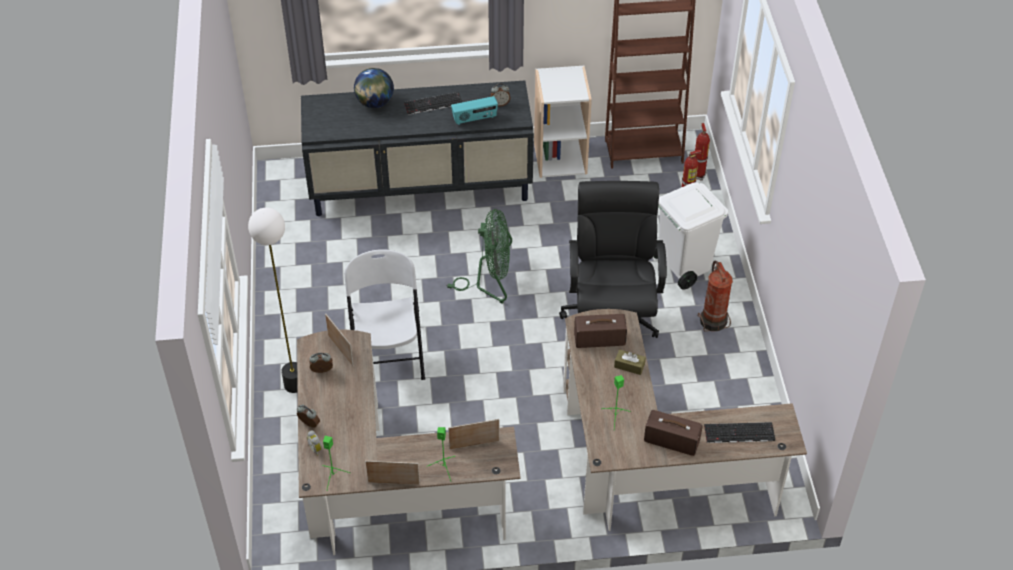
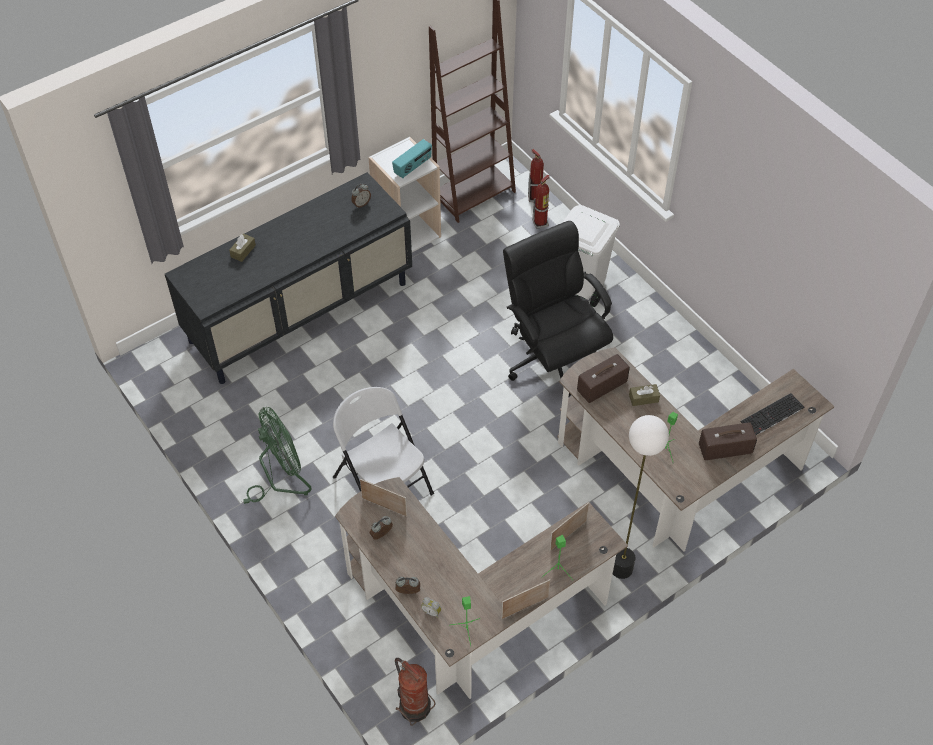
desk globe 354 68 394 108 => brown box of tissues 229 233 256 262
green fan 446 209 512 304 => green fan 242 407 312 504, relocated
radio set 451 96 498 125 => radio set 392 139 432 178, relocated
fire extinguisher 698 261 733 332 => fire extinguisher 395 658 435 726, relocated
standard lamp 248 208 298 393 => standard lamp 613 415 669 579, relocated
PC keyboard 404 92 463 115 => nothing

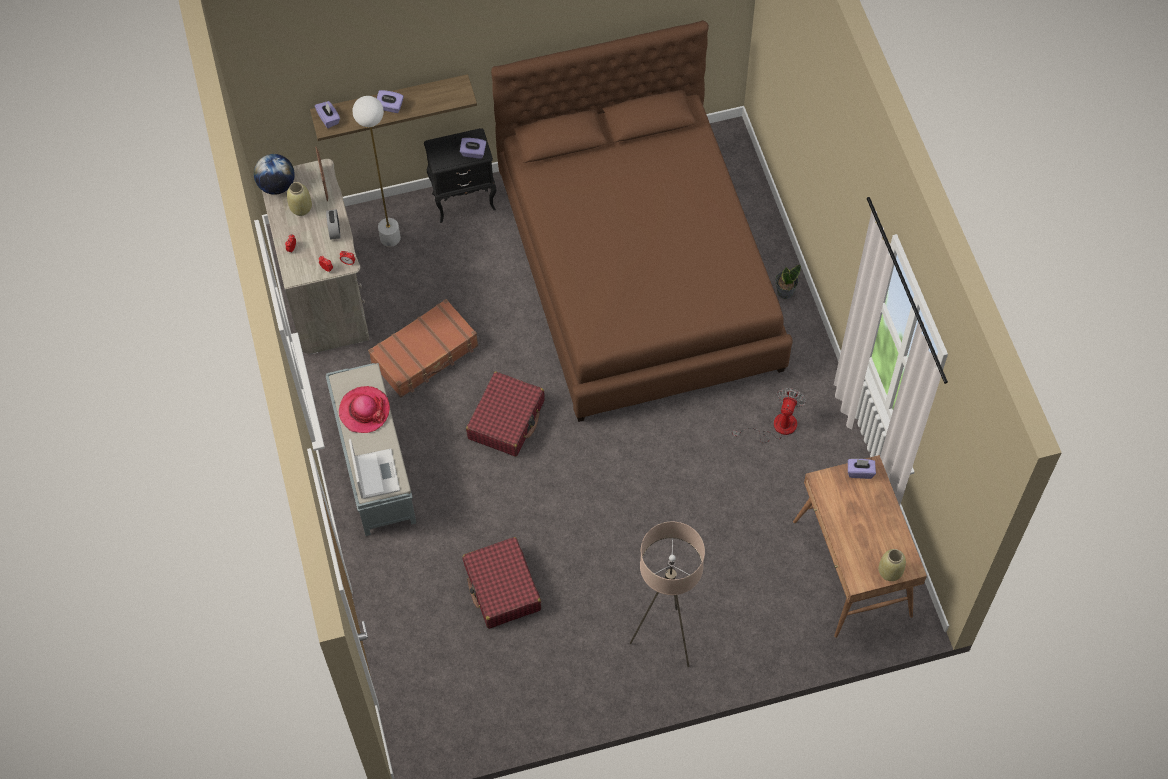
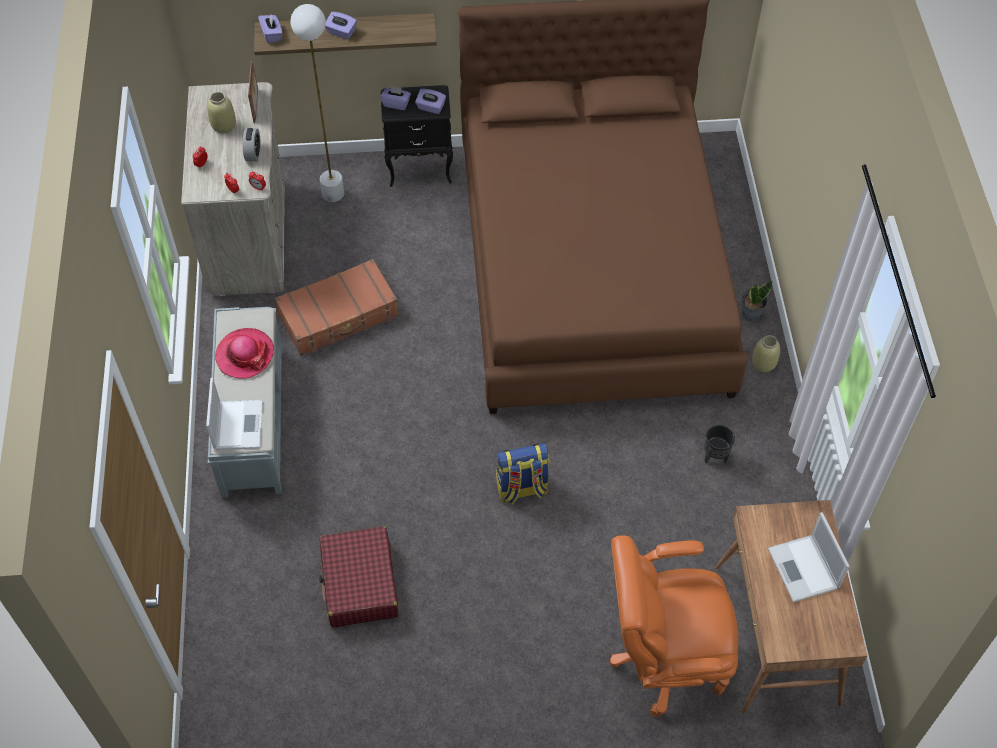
purple box of tissues 848 459 876 479 => purple box of tissues 380 86 411 110, relocated
nothing => knapsack 496 443 549 505
nothing => orangey computer chair 610 536 738 717
fan 732 388 806 443 => black plant pot 704 425 735 463
beige-coloured vase 879 549 906 581 => beige-coloured vase 752 335 780 372, relocated
nothing => portable computer 768 512 850 602
desk globe 254 154 295 195 => nothing
red suitcase 466 372 545 457 => nothing
beige-coloured standard lamp 630 522 705 667 => nothing

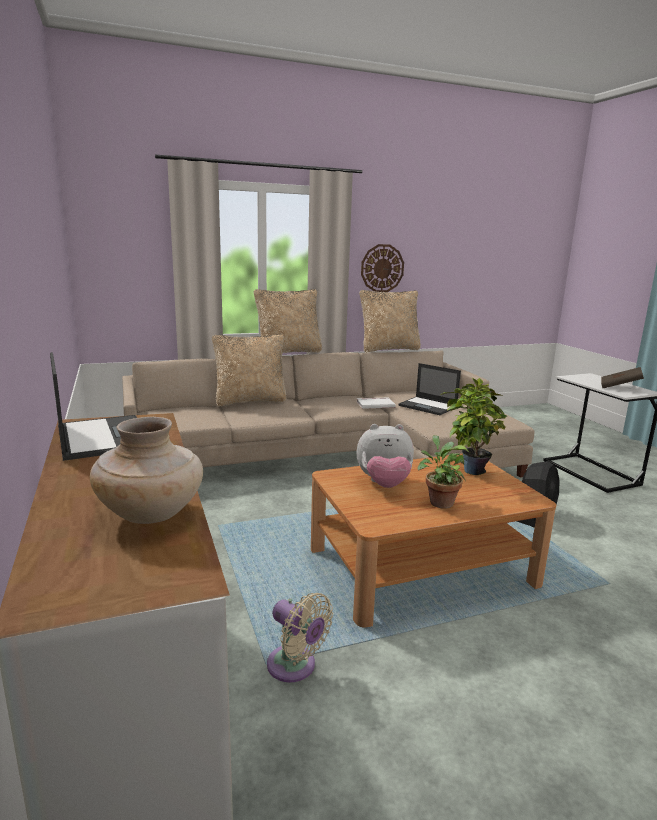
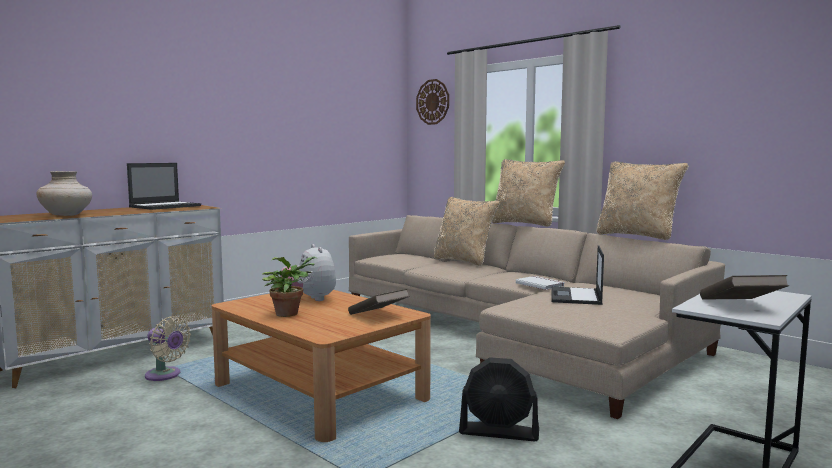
beige-coloured fan 267 593 333 682 => beige-coloured fan 145 316 191 381, 75 degrees counterclockwise
potted plant 441 378 508 475 => brown book 348 289 410 315
hanging clock 361 244 404 292 => hanging clock 416 79 449 125, relocated

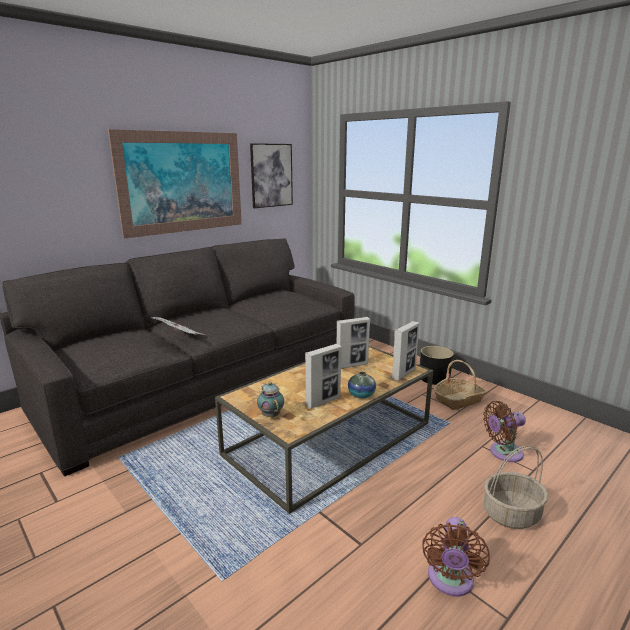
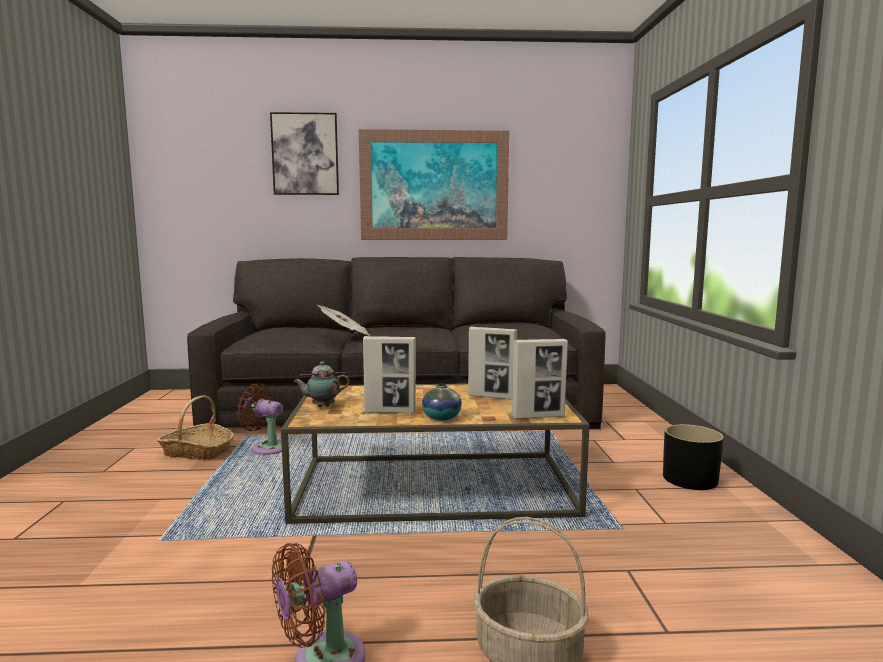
storage basket 433 360 487 410 => storage basket 157 395 234 461, relocated
brown fan 483 401 526 462 => brown fan 236 383 283 455, relocated
picture 250 143 293 208 => picture 270 112 339 195, relocated
pot for tea 257 382 284 418 => pot for tea 293 361 350 407, 120 degrees counterclockwise

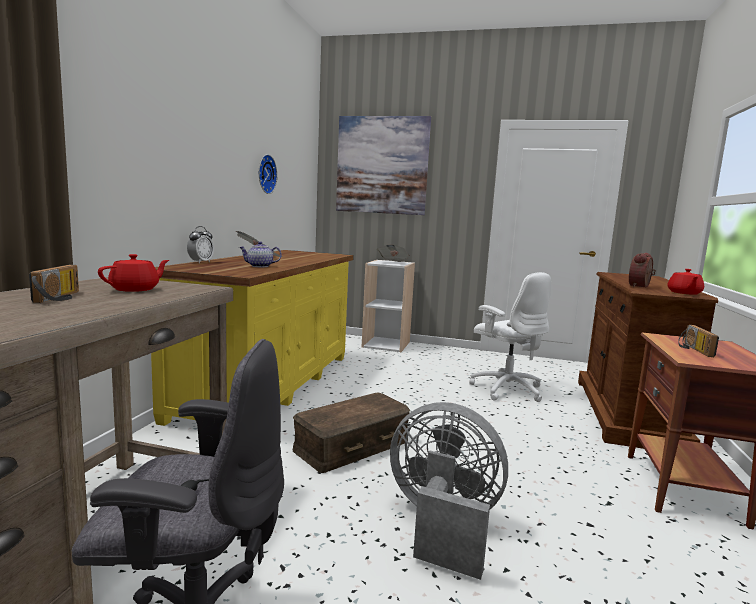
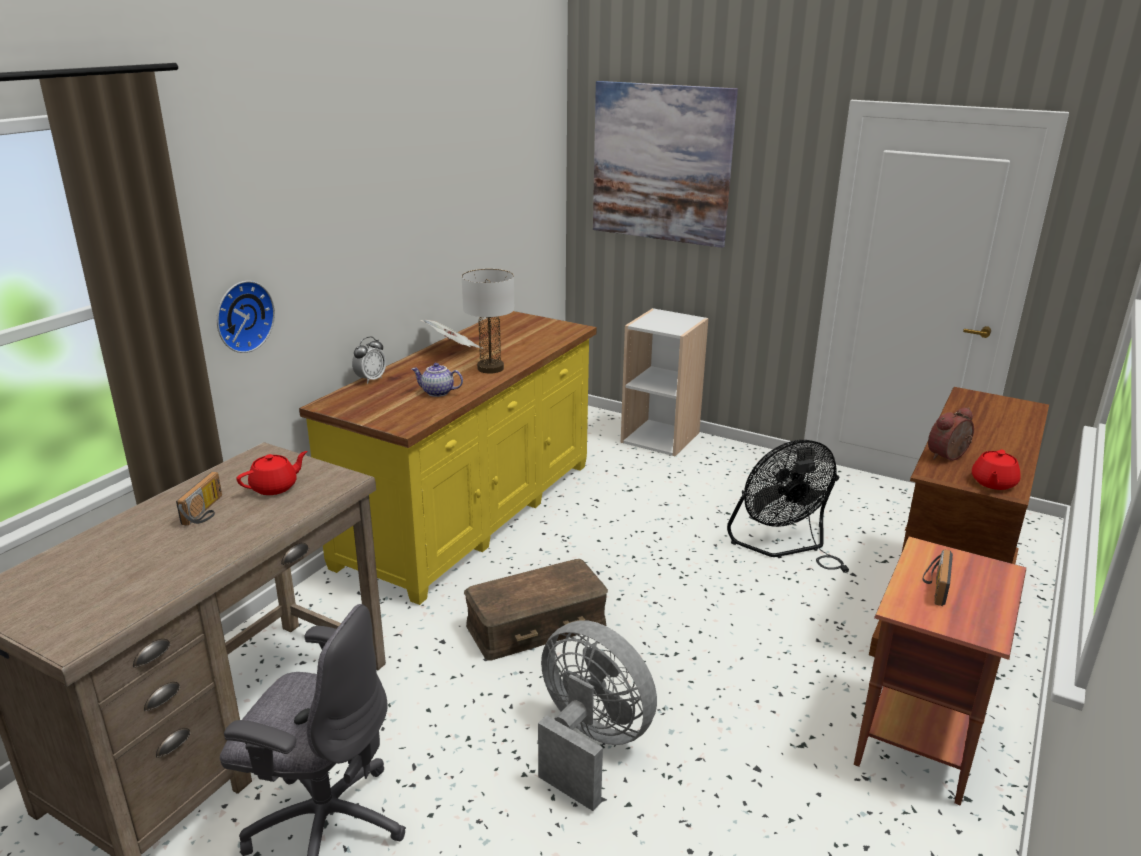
hanging clock 259 154 277 194 => hanging clock 217 281 275 353, relocated
nothing => lamp for a table 462 269 515 374
whitish computer chair 469 272 551 402 => black fan 727 440 849 572
daily paper 377 245 410 262 => nothing

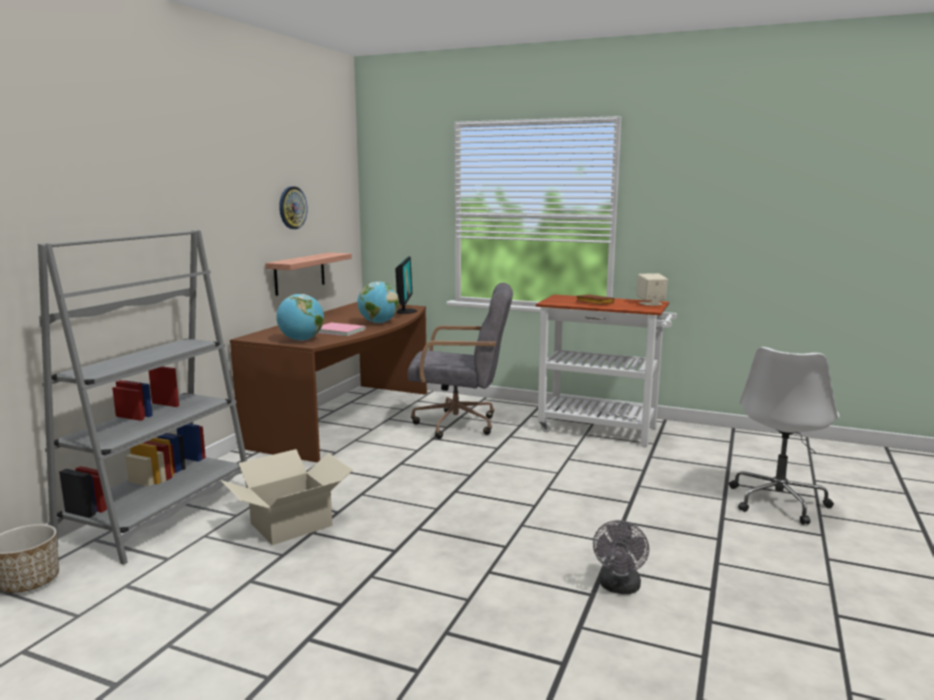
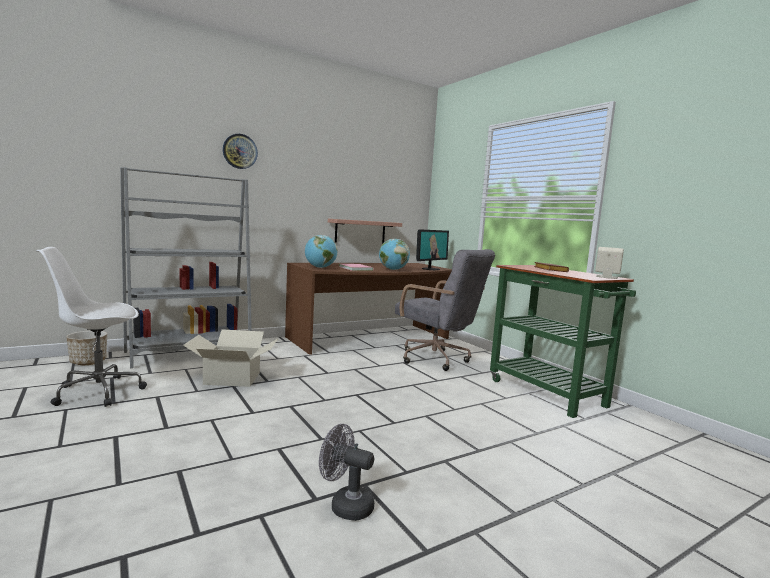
whitish computer chair 729 347 839 524 => whitish computer chair 36 247 147 407, relocated
hanging clock 279 186 308 229 => hanging clock 223 134 258 169, relocated
grey fan 593 520 649 594 => grey fan 319 424 374 521, 60 degrees clockwise
whitish trolley 536 295 677 447 => green trolley 490 265 636 418

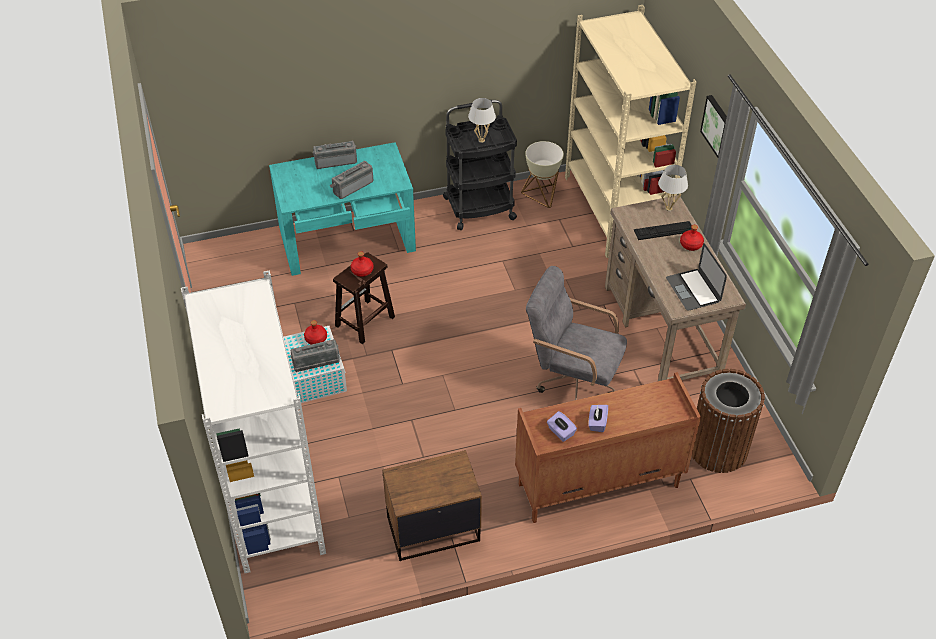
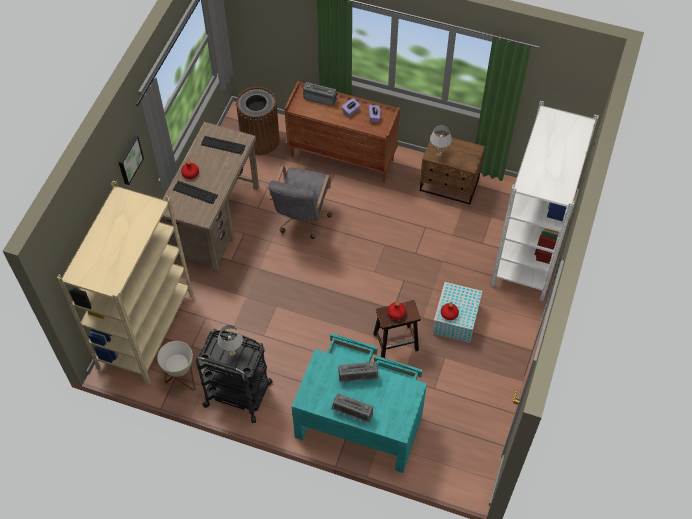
portable computer 666 243 727 311 => PC keyboard 201 136 246 155
grey computer chair 526 266 627 400 => grey computer chair 268 165 333 239, 45 degrees clockwise
radio set 290 339 341 372 => radio set 303 82 338 106, relocated
whitish lamp for a table 658 165 688 211 => whitish lamp for a table 430 125 452 156, relocated

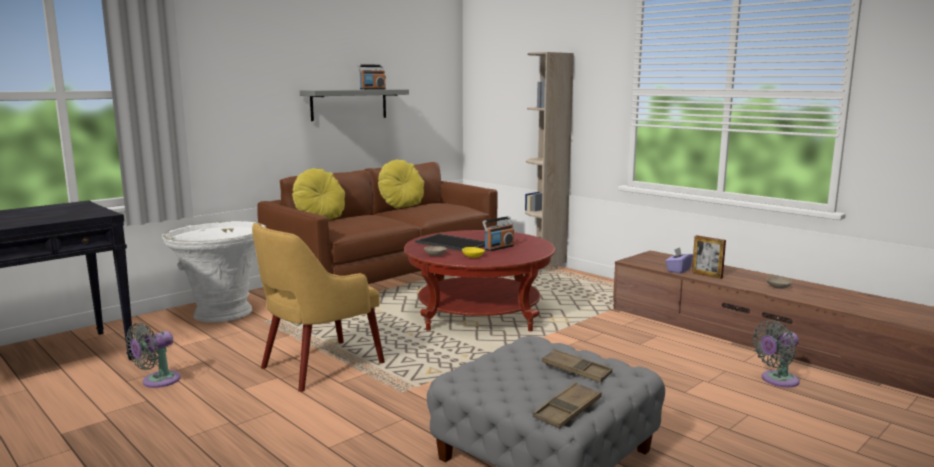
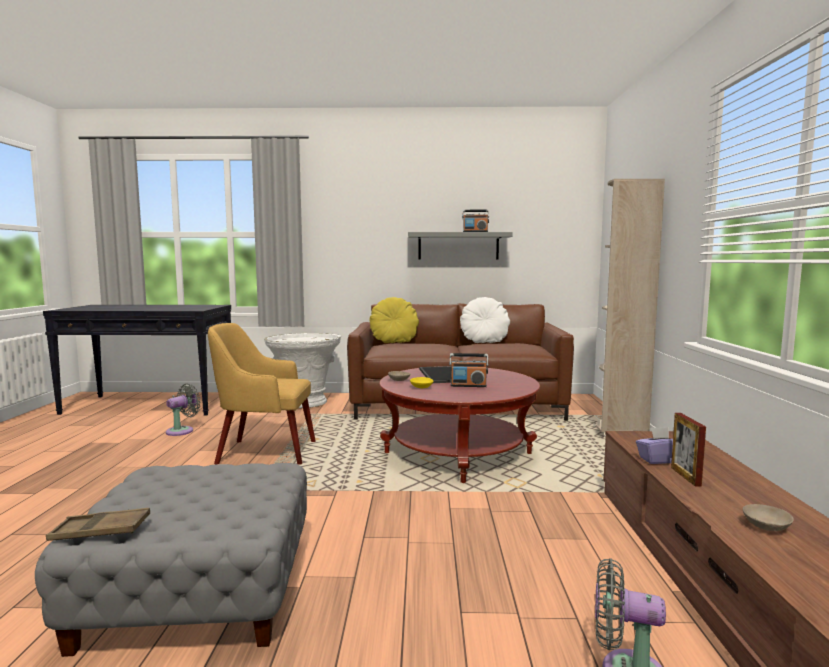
grey fan 126 323 181 388 => grey fan 166 383 200 436, 135 degrees clockwise
yellow throw pillow 378 160 424 209 => whitish throw pillow 460 297 510 343
brown tray 542 349 612 382 => nothing

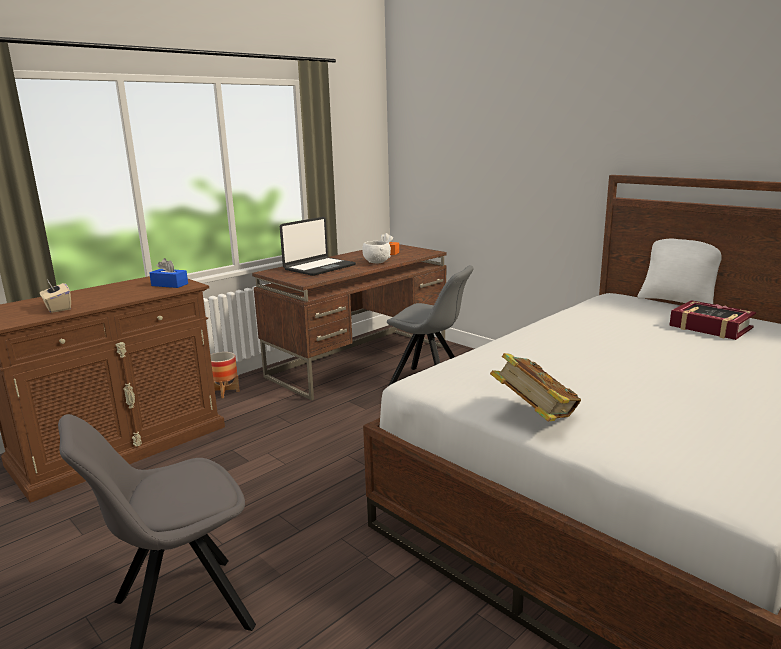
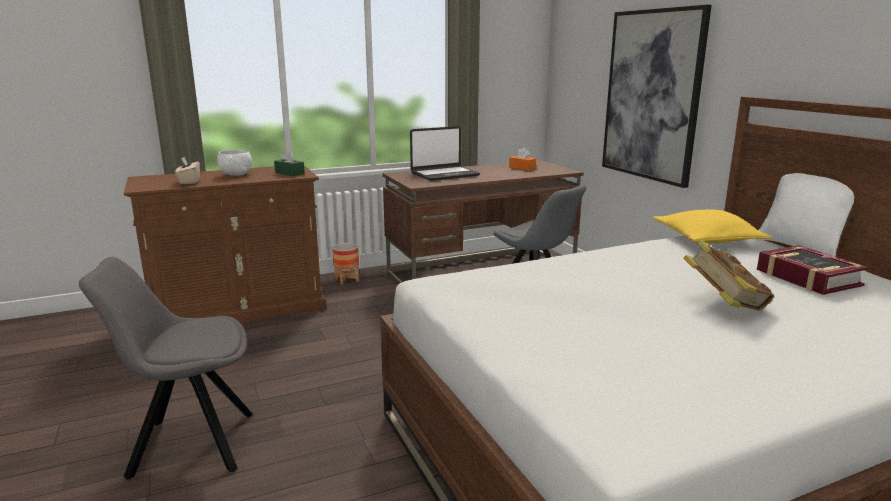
whitish serving bowl 362 241 391 263 => whitish serving bowl 217 150 252 176, relocated
blue box of tissues 149 258 188 288 => green box of tissues 274 149 305 176
nothing => picture 602 5 712 188
nothing => yellow throw pillow 653 210 772 243
book 490 353 581 421 => book 683 240 774 310, relocated

